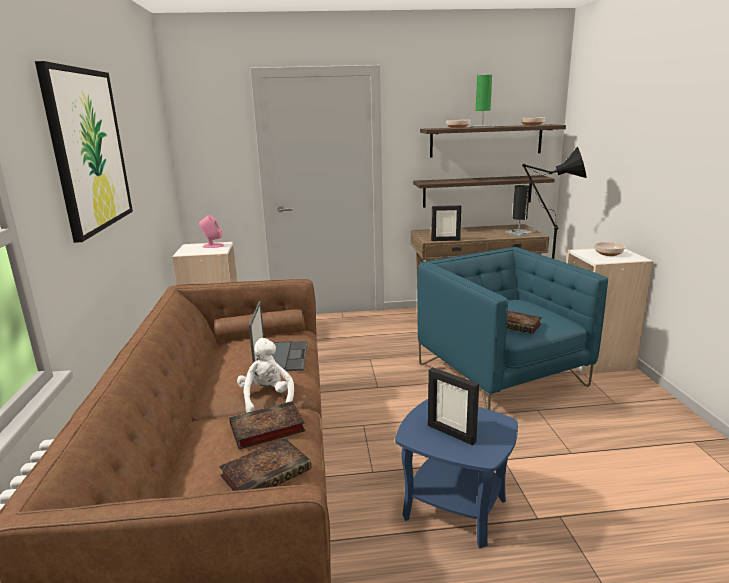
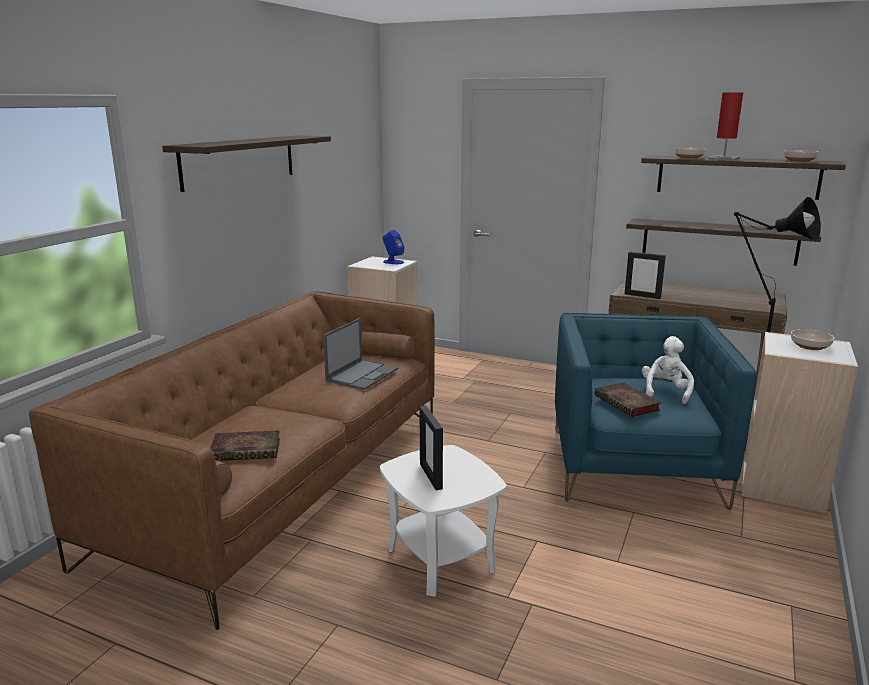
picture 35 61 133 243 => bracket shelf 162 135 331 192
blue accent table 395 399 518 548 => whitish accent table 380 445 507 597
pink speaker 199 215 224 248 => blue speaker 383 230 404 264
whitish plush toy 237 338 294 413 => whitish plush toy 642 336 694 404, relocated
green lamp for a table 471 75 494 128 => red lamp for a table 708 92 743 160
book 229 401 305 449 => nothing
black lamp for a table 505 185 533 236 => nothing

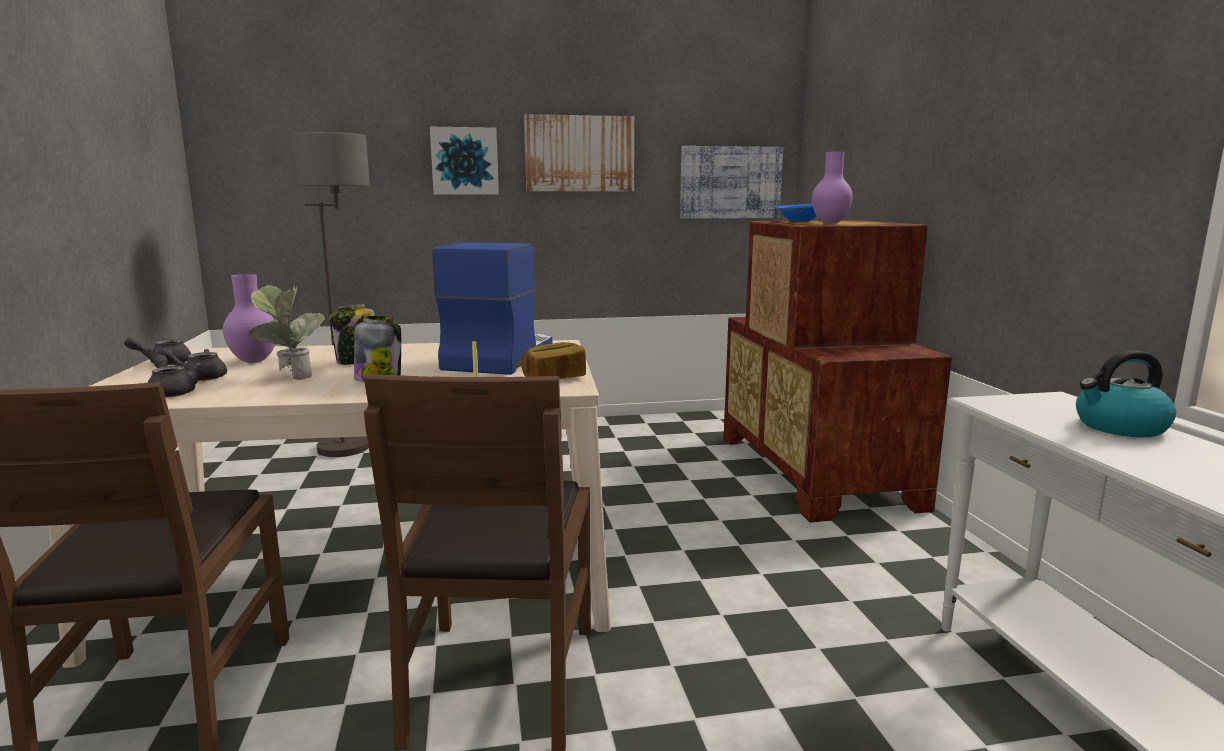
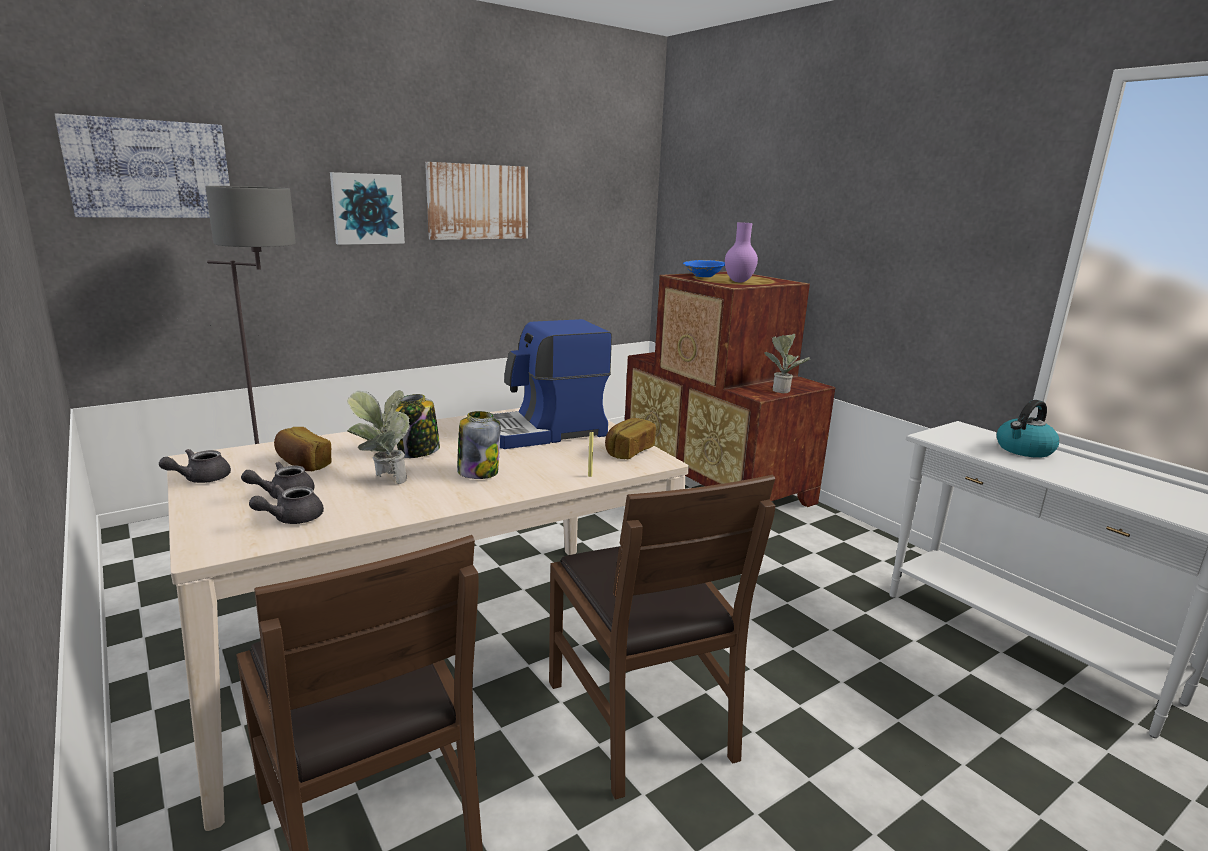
picture 680 146 783 219 => picture 55 113 230 218, relocated
grey pot for tea 148 354 202 398 => grey pot for tea 249 485 324 524, 75 degrees counterclockwise
purple vase 223 274 275 363 => bakery bread 274 427 331 471
coffee brewer 432 242 552 375 => coffee brewer 493 319 612 449, 105 degrees counterclockwise
nothing => potted plant 764 334 810 393

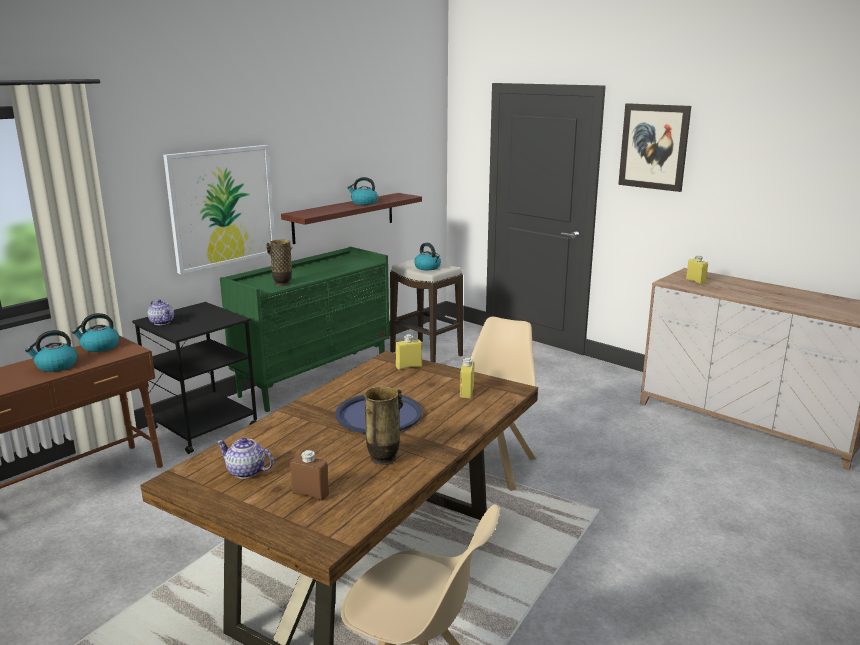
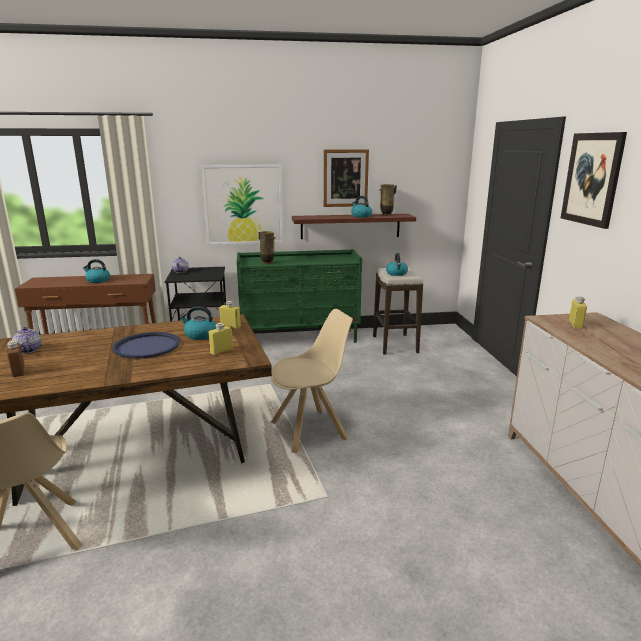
kettle 72 313 119 352 => kettle 179 306 216 340, relocated
nothing => picture 324 150 369 207
vase 364 387 403 465 => vase 379 184 397 215, relocated

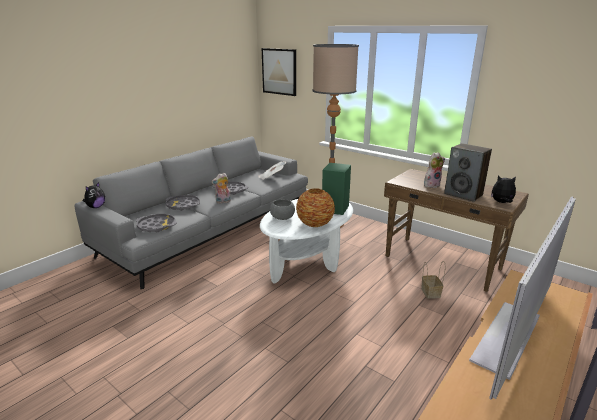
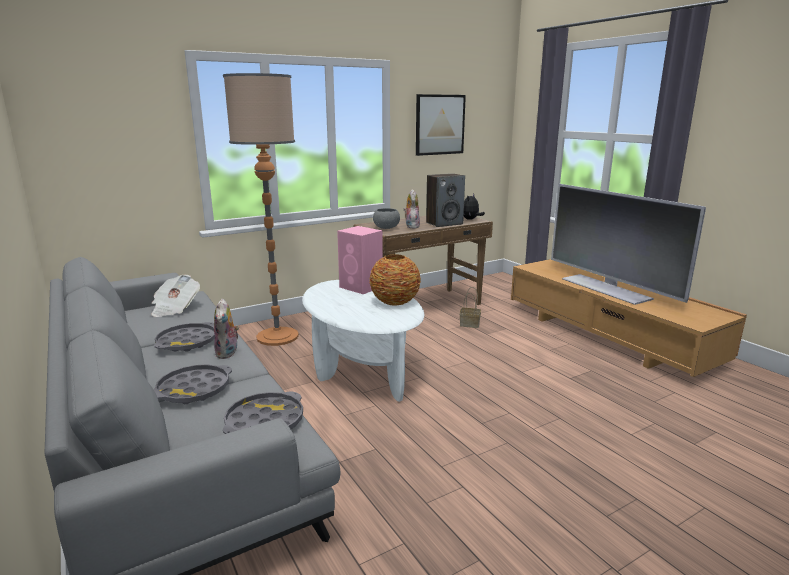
green speaker 322 163 351 215 => pink speaker 337 226 383 294
grey serving bowl 270 199 295 220 => grey serving bowl 373 208 400 229, relocated
picture 262 48 296 96 => picture 416 94 466 156, relocated
plush toy 83 182 105 208 => nothing

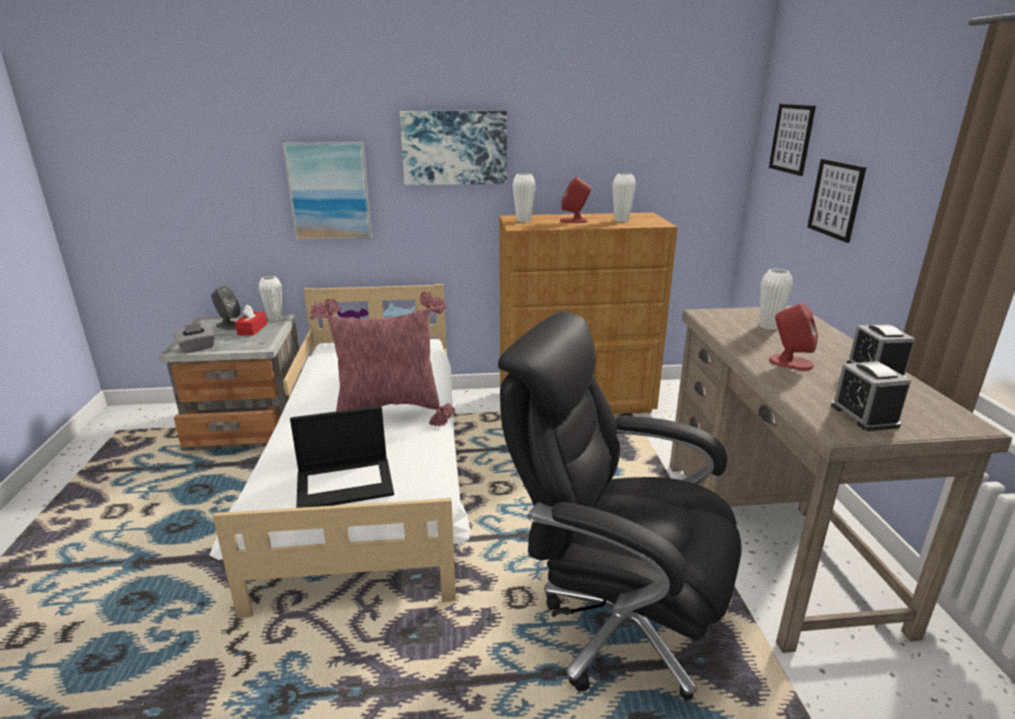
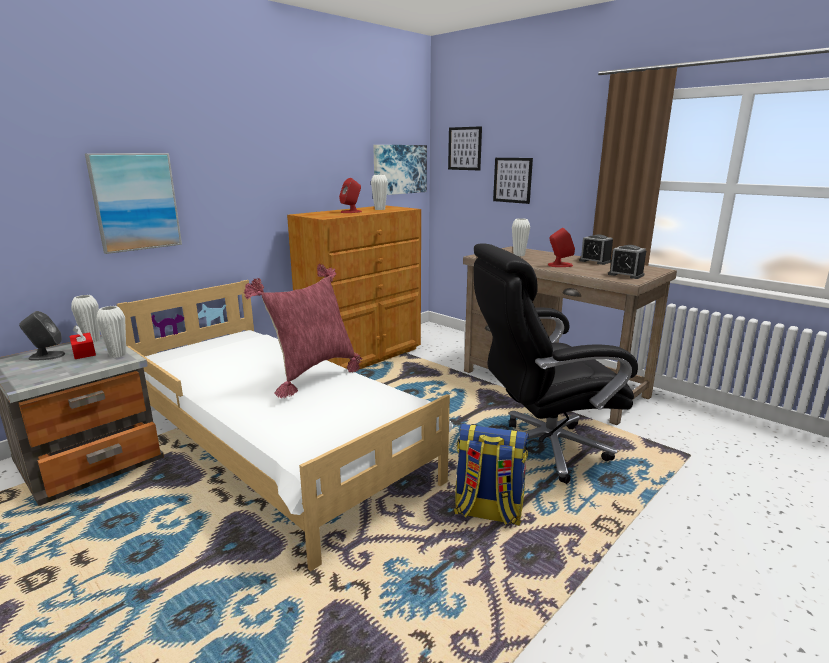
whitish vase 512 173 536 222 => whitish vase 96 306 126 358, relocated
picture 400 111 507 185 => picture 373 145 427 195, relocated
nothing => knapsack 454 424 529 526
grey box of tissues 173 323 215 353 => nothing
portable computer 290 406 394 508 => nothing

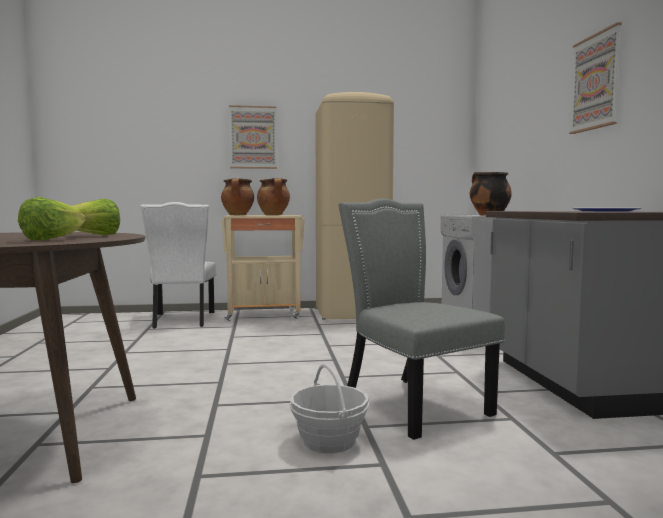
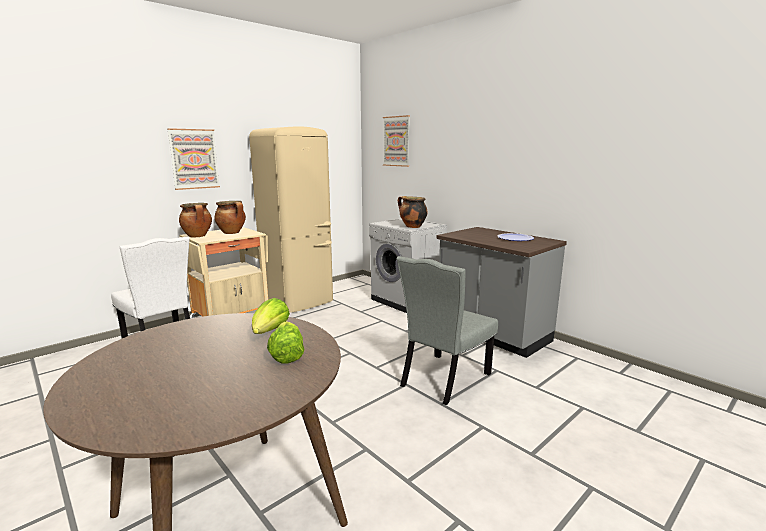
picture 569 22 622 134 => picture 383 115 410 167, relocated
grey plain chair 338 198 505 440 => grey plain chair 397 256 498 405, 75 degrees counterclockwise
storage basket 289 364 369 453 => nothing

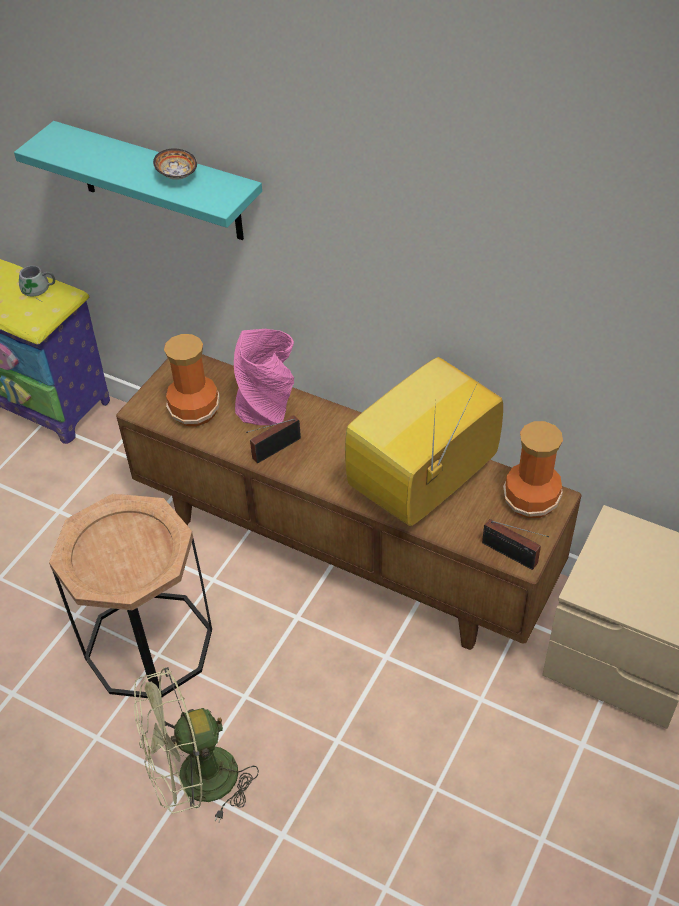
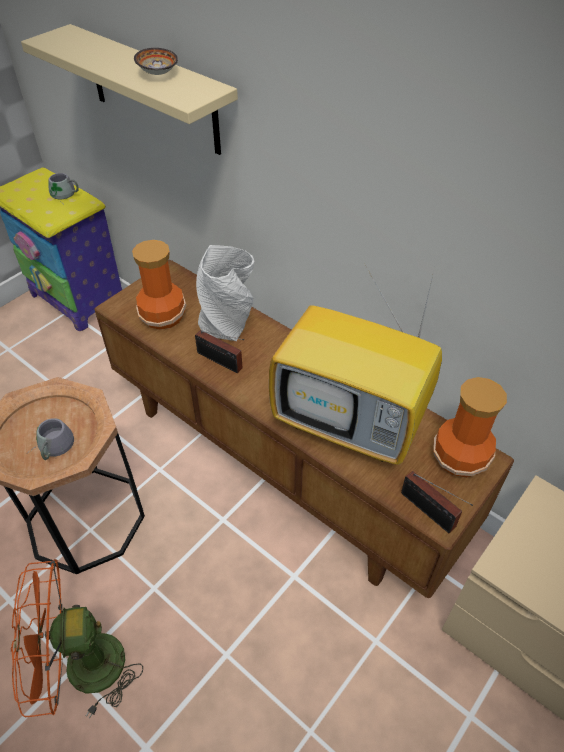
green fan 134 667 259 822 => orangey fan 11 559 143 719
turquoise-coloured bracket shelf 14 121 262 240 => beige-coloured bracket shelf 21 24 238 155
nothing => grey coffee mug 28 418 74 460
radio set 246 415 301 463 => radio set 195 330 244 373, 120 degrees counterclockwise
pink vase 234 329 294 425 => grey vase 196 245 254 341
TV 345 357 503 526 => TV 269 265 442 465, 120 degrees counterclockwise

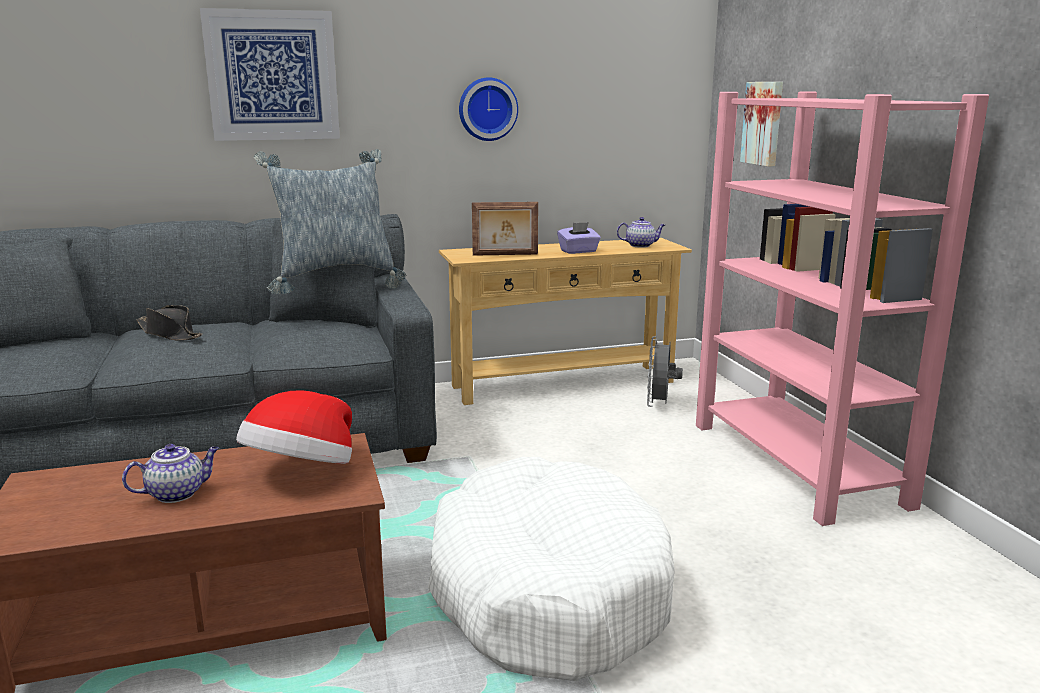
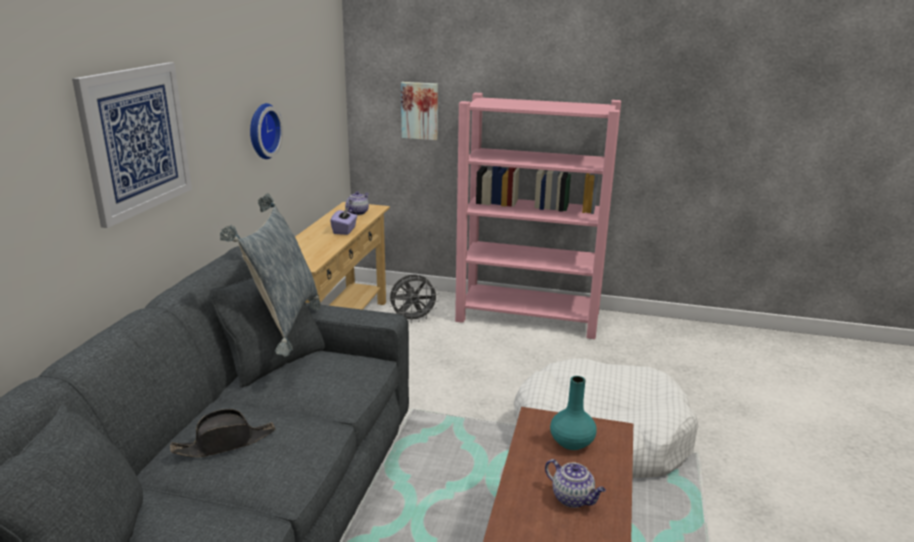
grey fan 647 336 683 407 => grey fan 389 274 439 323, 60 degrees counterclockwise
pot for tea 122 444 219 503 => pot for tea 545 459 606 508, 135 degrees clockwise
clothing hat 236 390 352 464 => turquoise-coloured vase 550 376 597 450
photo frame 472 202 538 256 => nothing

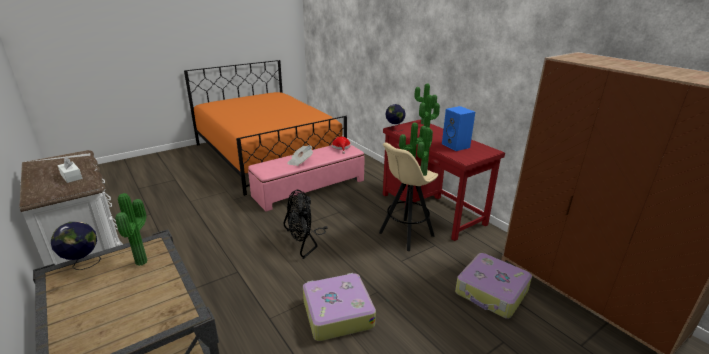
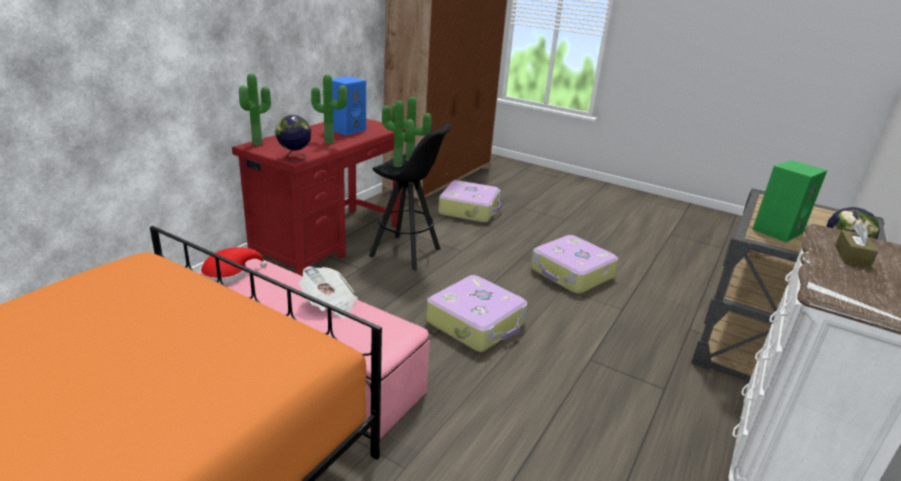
beige-coloured stool seat 379 142 438 251 => black stool seat 369 124 452 270
black fan 283 190 328 259 => suitcase 426 275 527 352
potted plant 115 193 148 266 => green speaker 752 160 827 243
whitish box of tissues 58 157 83 183 => brown box of tissues 835 223 878 268

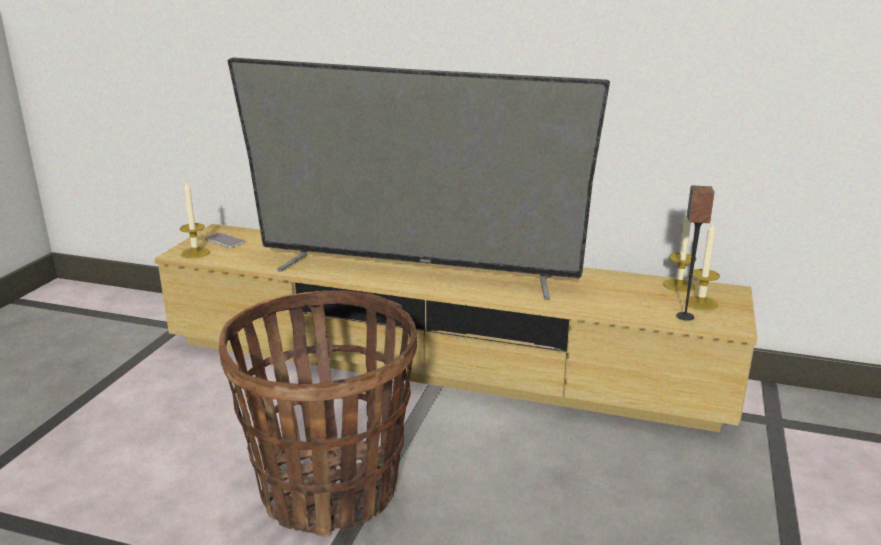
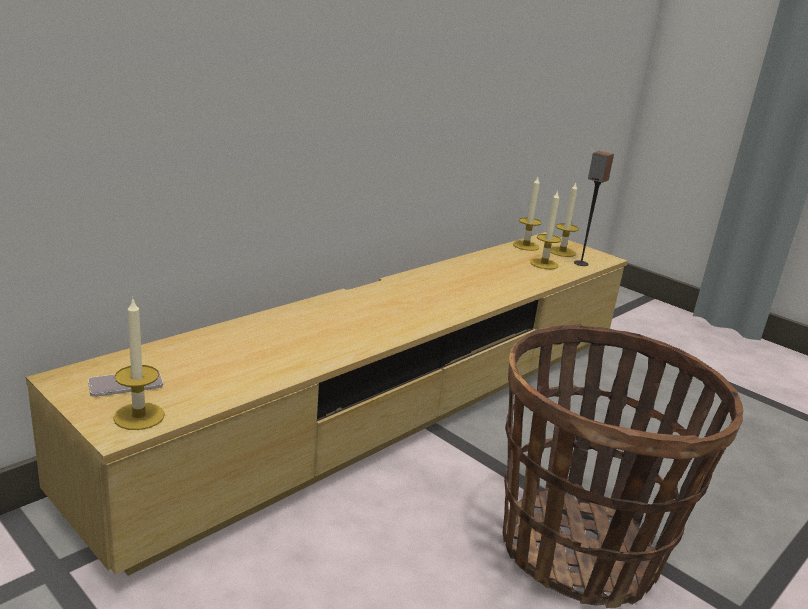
nothing => wax candle 530 191 561 269
TV 228 58 610 300 => nothing

